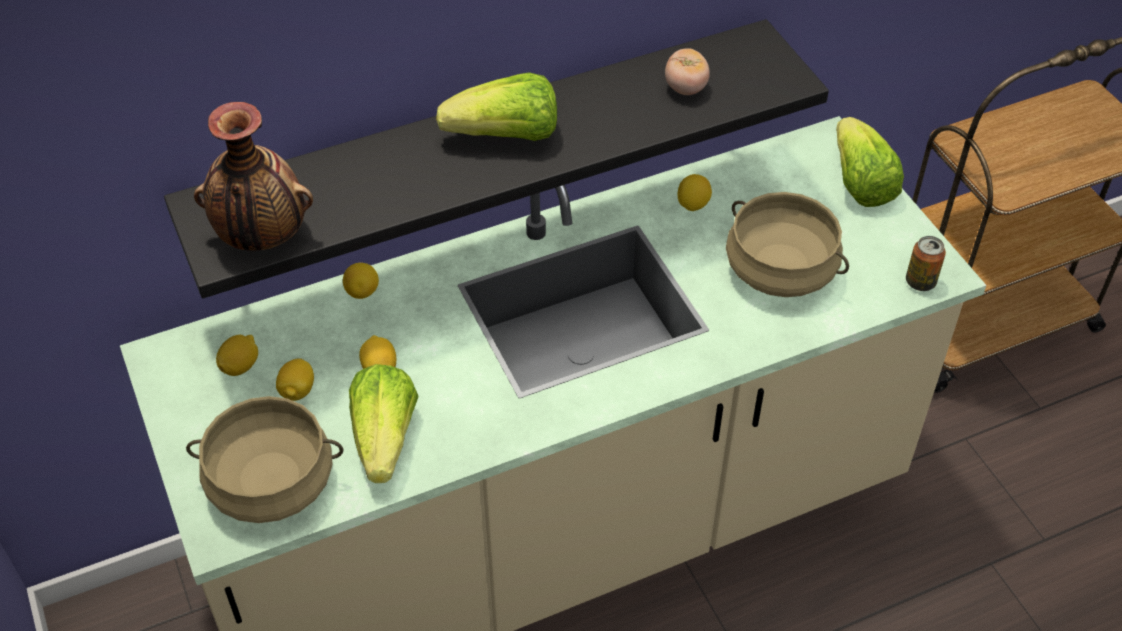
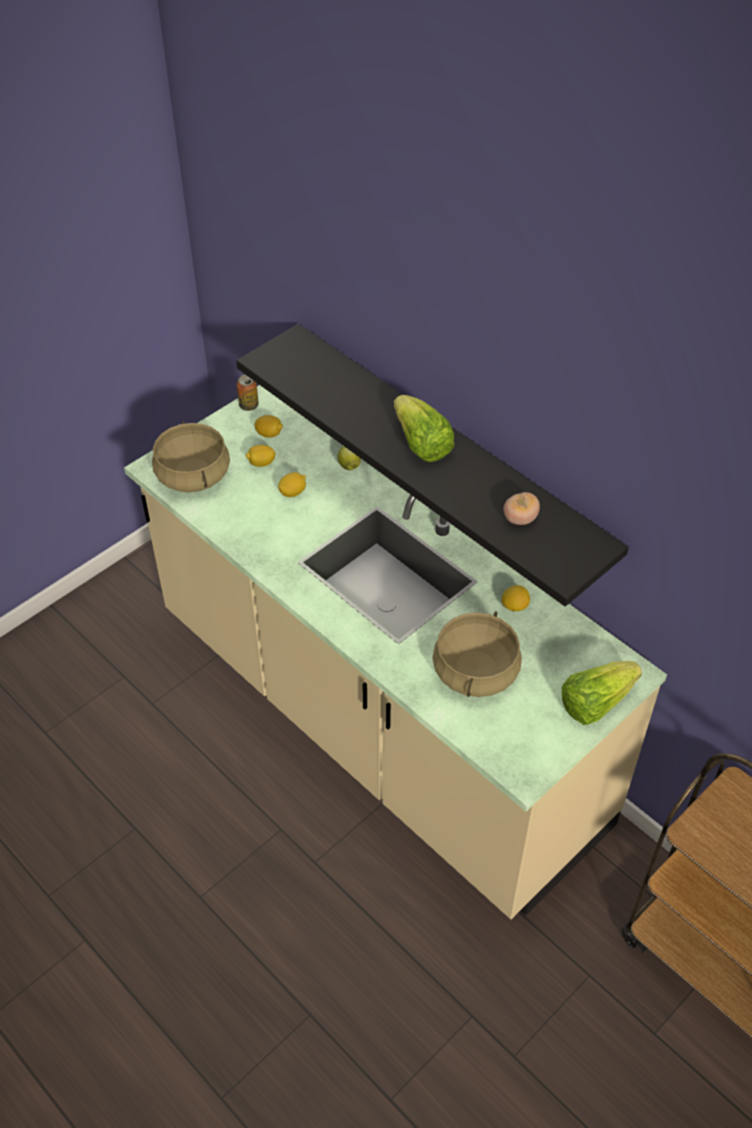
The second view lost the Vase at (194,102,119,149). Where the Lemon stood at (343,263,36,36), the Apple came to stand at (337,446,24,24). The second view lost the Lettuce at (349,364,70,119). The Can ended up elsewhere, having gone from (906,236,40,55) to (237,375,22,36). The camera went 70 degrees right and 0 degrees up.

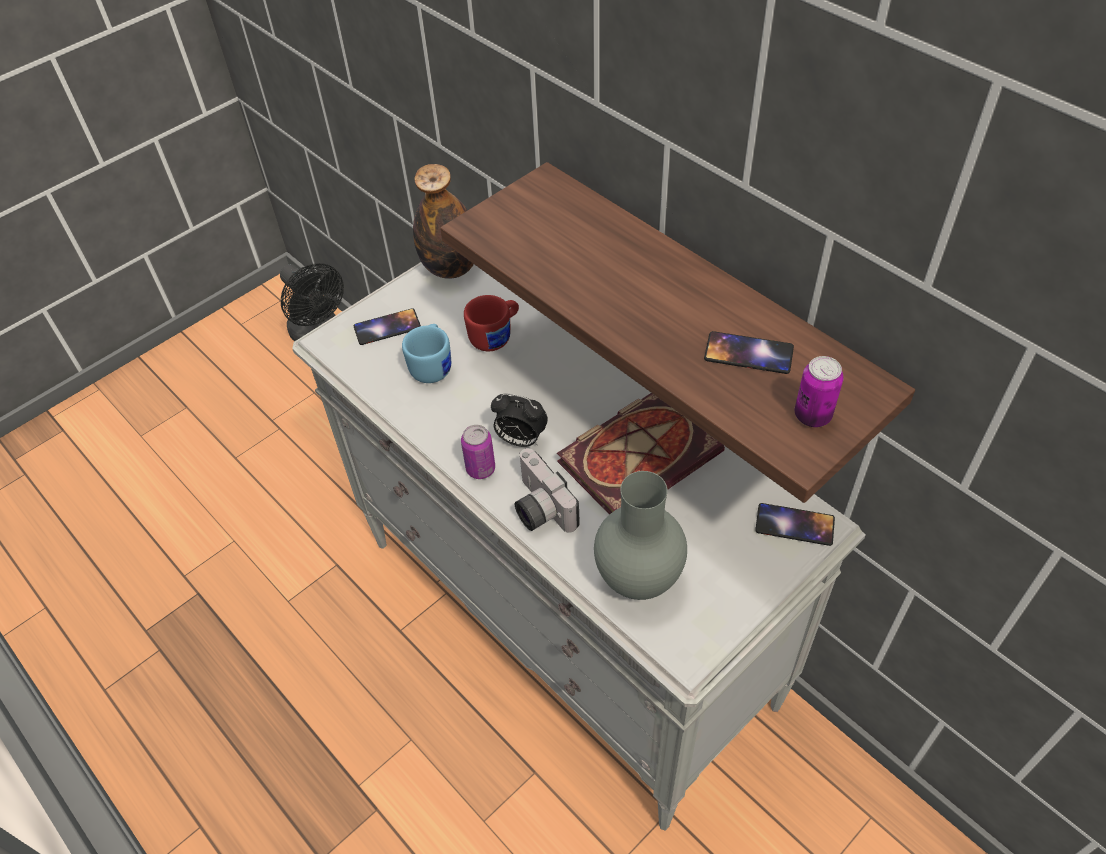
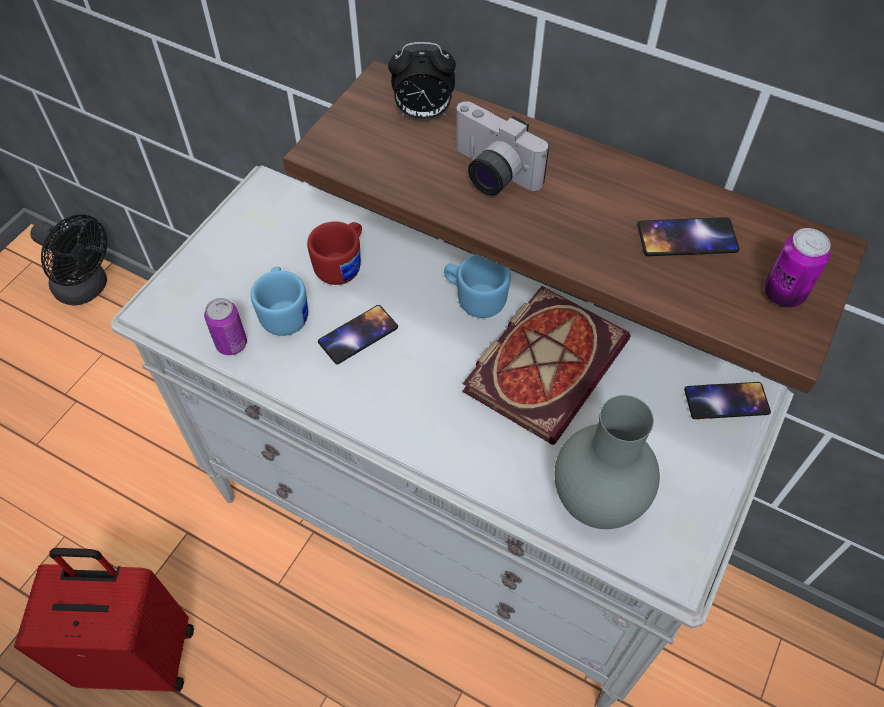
The Phone ended up elsewhere, having gone from (354,308,67,37) to (318,305,80,59). The second view lost the Bottle at (413,164,61,115). The Can ended up elsewhere, having gone from (461,425,34,54) to (204,298,43,57). The AlarmClock ended up elsewhere, having gone from (491,393,57,54) to (388,42,68,77). The PhotoCamera ended up elsewhere, having gone from (515,448,65,85) to (454,101,95,95). The second view gained the RedSuitcase at (14,548,180,144). The second view gained the BlueMug at (444,254,67,64). The camera went 20 degrees left and 5 degrees up.

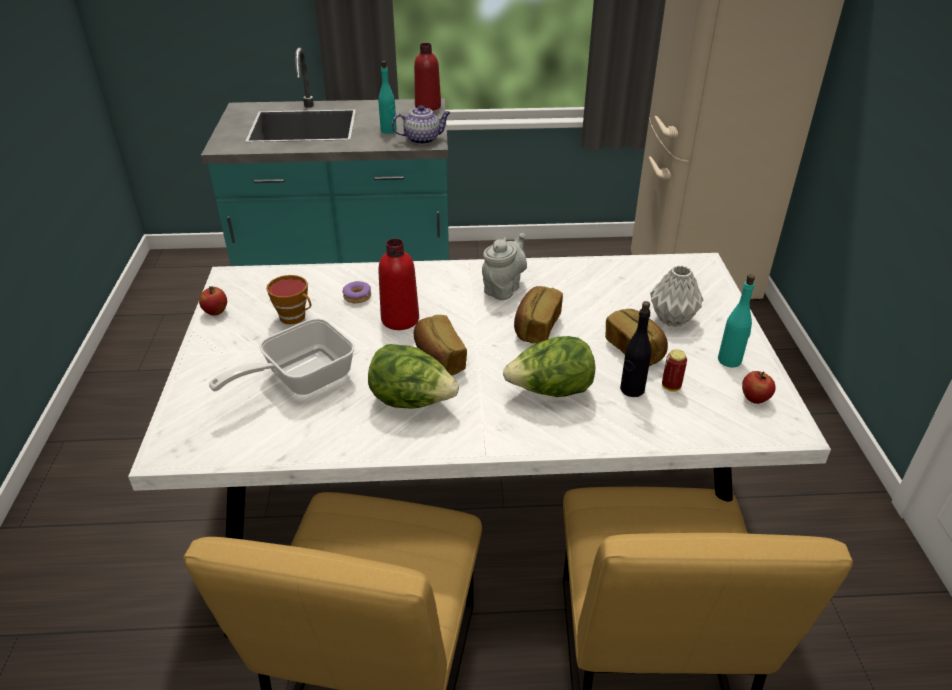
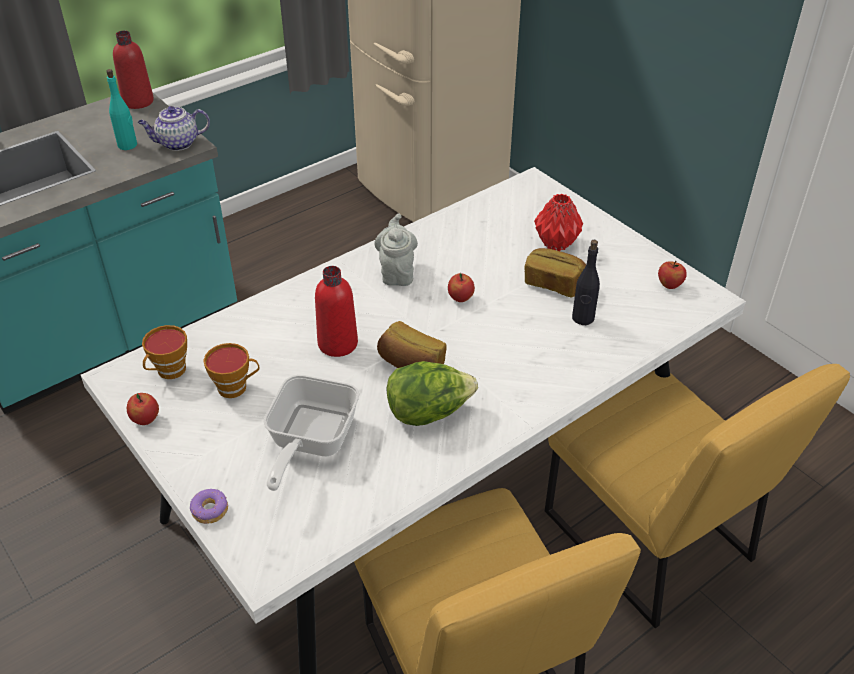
The Donut ended up elsewhere, having gone from (343,281,28,22) to (190,489,38,35). The Teapot at (392,105,59,39) ended up facing another way, 150 degrees counterclockwise from before. The second view lost the Lettuce at (503,336,92,61). Where the Bread stood at (514,286,49,58), the Apple came to stand at (448,273,27,29). What was the GreyVase at (650,265,53,62) turned into the RedVase at (534,194,49,57). The second view lost the Can at (662,349,25,43). The second view lost the TurquoiseBottle at (718,274,37,94). The second view gained the Cup at (142,325,45,54). The camera went 35 degrees left and 5 degrees up.

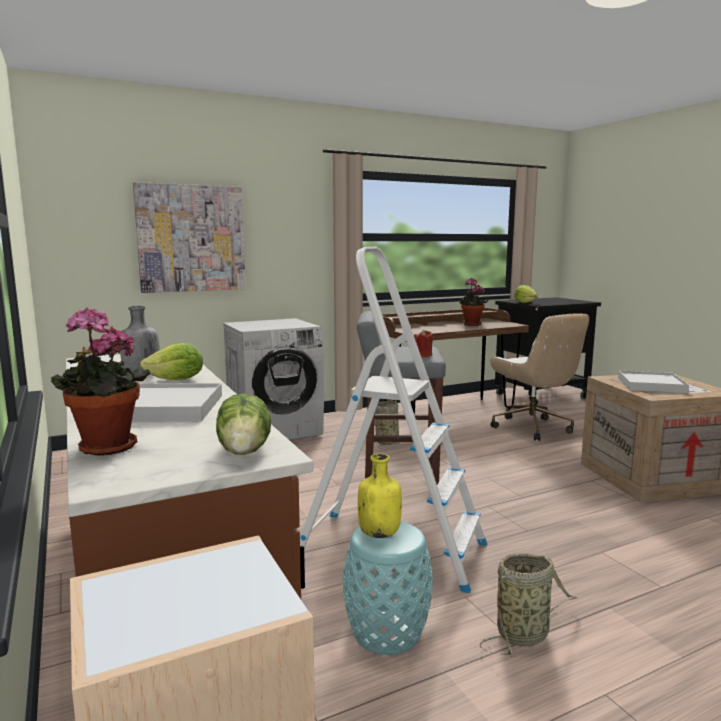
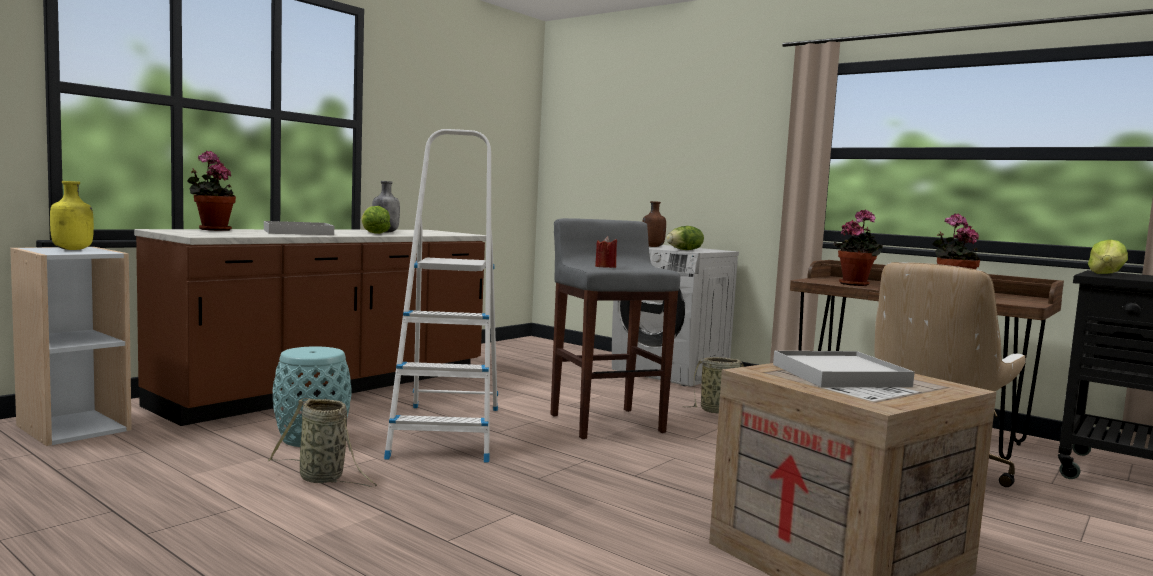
The second view lost the Picture at (133,182,113,111). The Lettuce ended up elsewhere, having gone from (216,393,55,62) to (666,226,38,24). The YellowBottle ended up elsewhere, having gone from (358,454,44,84) to (50,181,44,69). The second view gained the BrownBottle at (642,201,24,46). The second view gained the PottedPlant at (833,209,50,77). The camera went 65 degrees right and 5 degrees down.

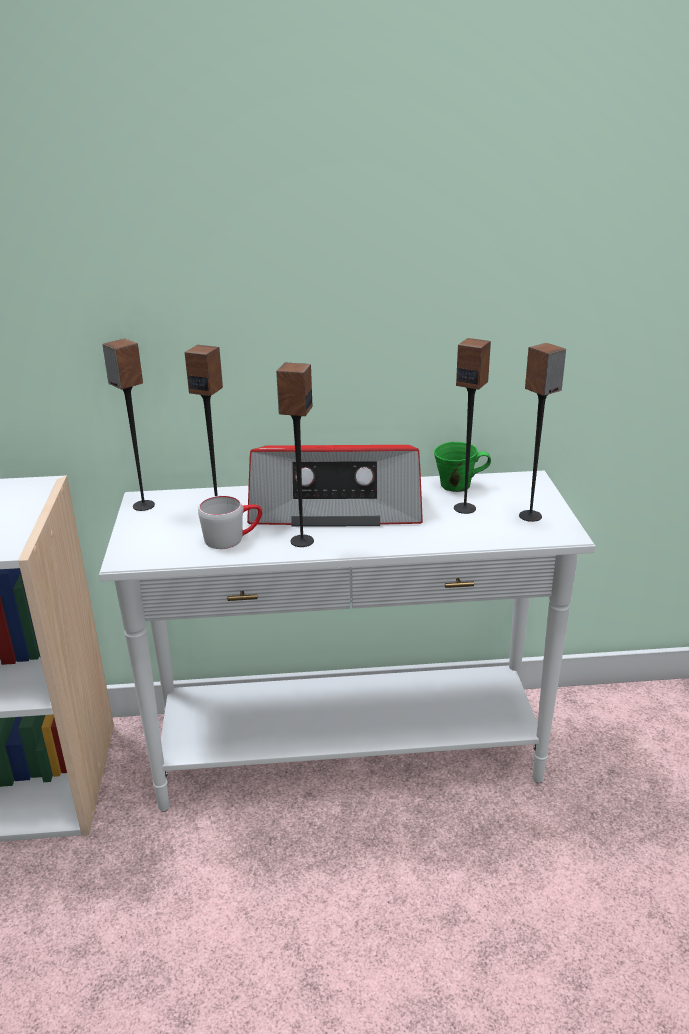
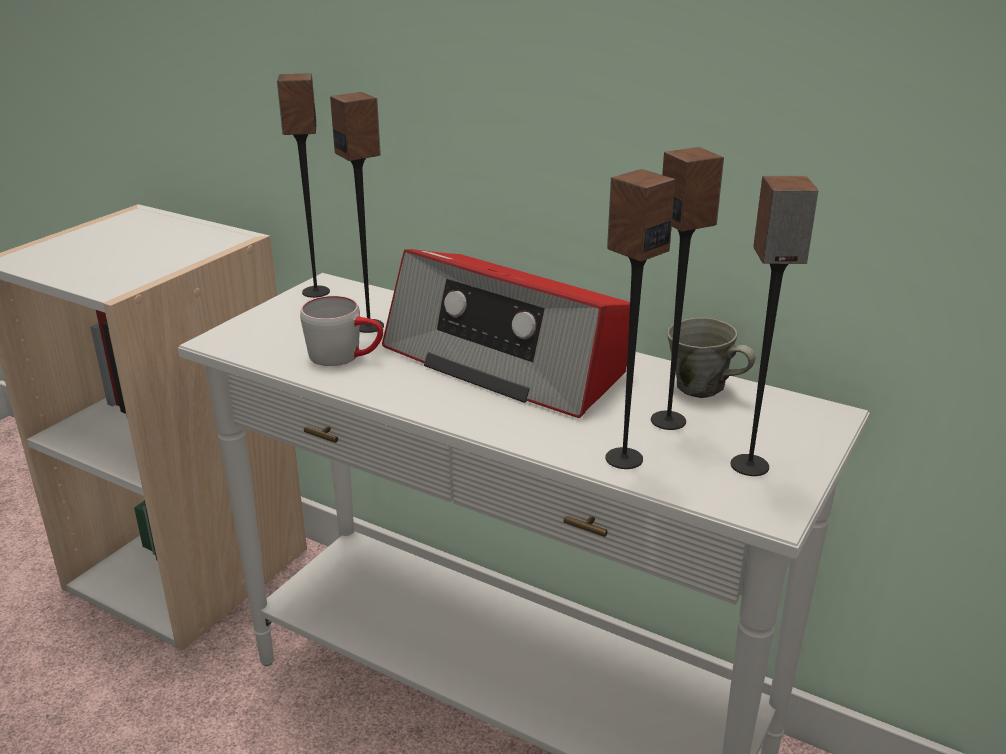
The Speaker ended up elsewhere, having gone from (276,363,38,184) to (605,169,71,300). What was the GreenMug at (434,442,57,50) turned into the GreyMug at (667,318,88,80). The camera went 35 degrees right and 0 degrees up.

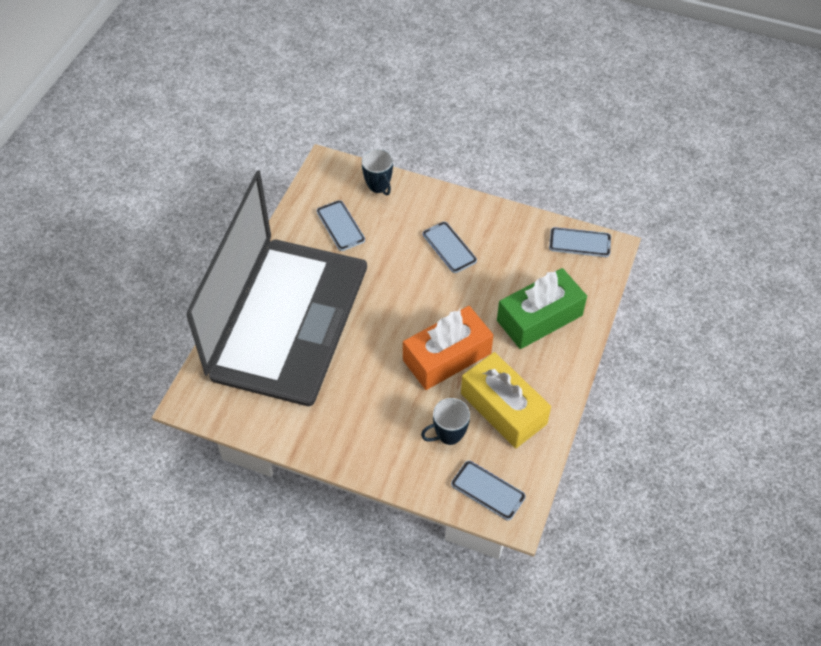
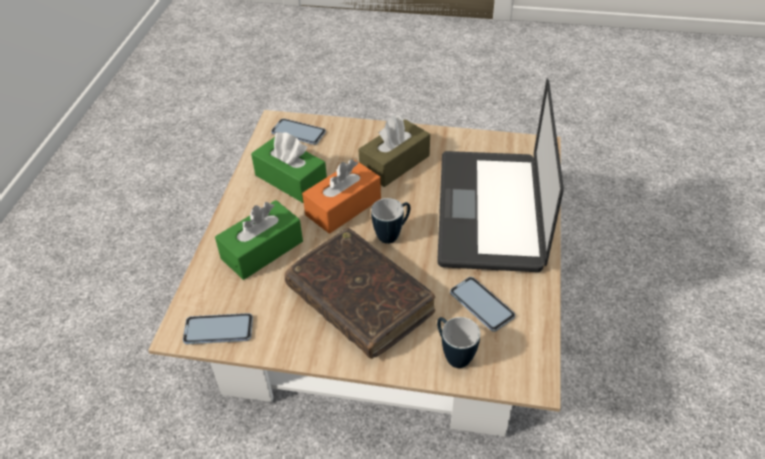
The Mug ended up elsewhere, having gone from (421,398,49,47) to (371,198,40,46). Where the Phone stood at (422,221,55,52), the BrownBook came to stand at (284,228,151,131). What was the YellowTissueBox at (461,352,90,96) turned into the GreenTissueBox at (251,132,76,71). The second view gained the BrownTissueBox at (358,115,72,72). The camera went 170 degrees right and 10 degrees down.

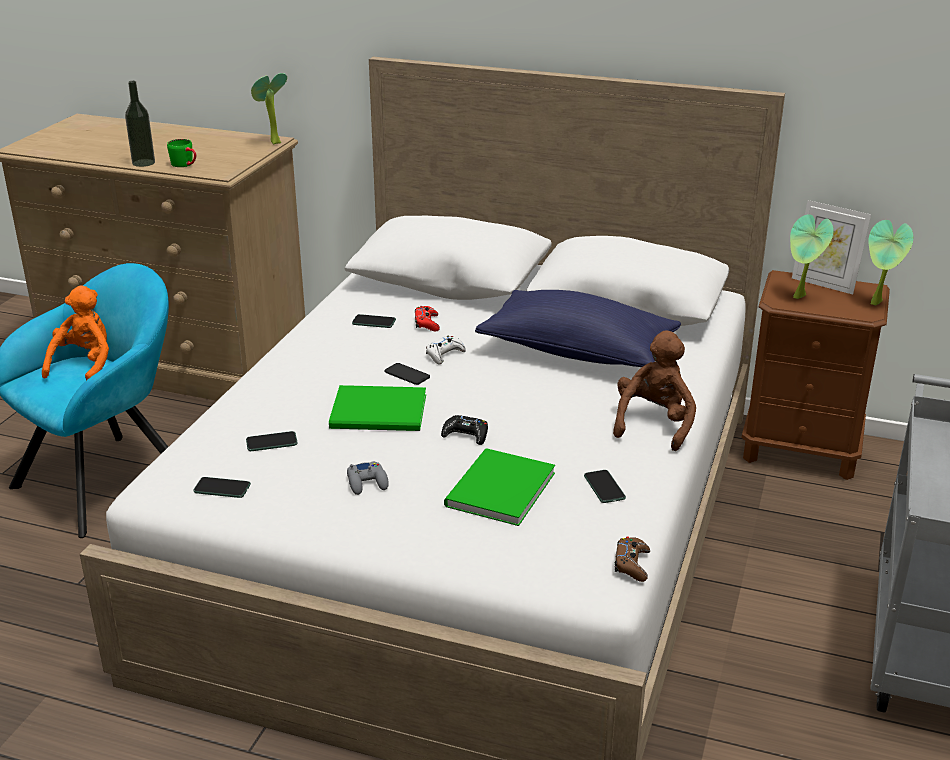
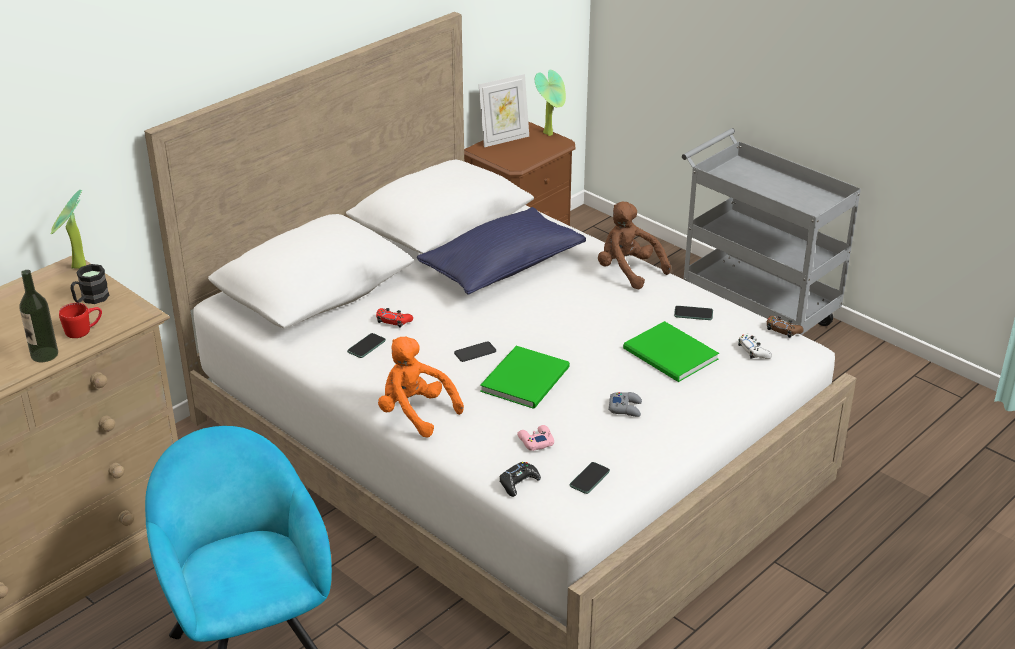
The OrangePlushToy ended up elsewhere, having gone from (42,285,67,95) to (378,336,86,101). What was the GreenMug at (167,139,29,28) turned into the RedMug at (59,303,43,35). Where the Phone stood at (246,431,52,20), the PinkGameController came to stand at (517,425,37,26). The WhiteGameController ended up elsewhere, having gone from (426,336,40,28) to (738,333,34,26). The BlackGameController ended up elsewhere, having gone from (441,415,47,30) to (499,462,42,35). The second view lost the PottedPlant at (790,214,44,85). The second view gained the BlackMug at (71,264,39,40). The camera went 65 degrees left and 5 degrees up.

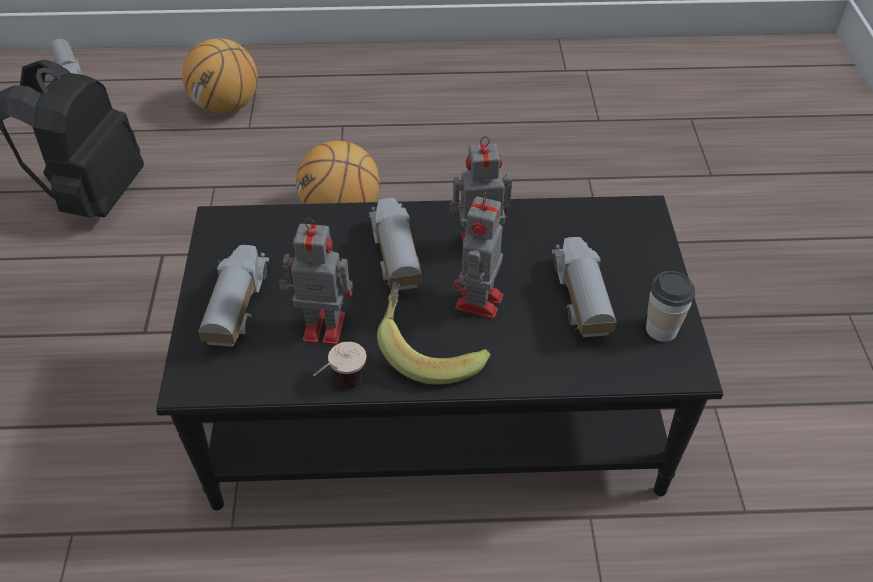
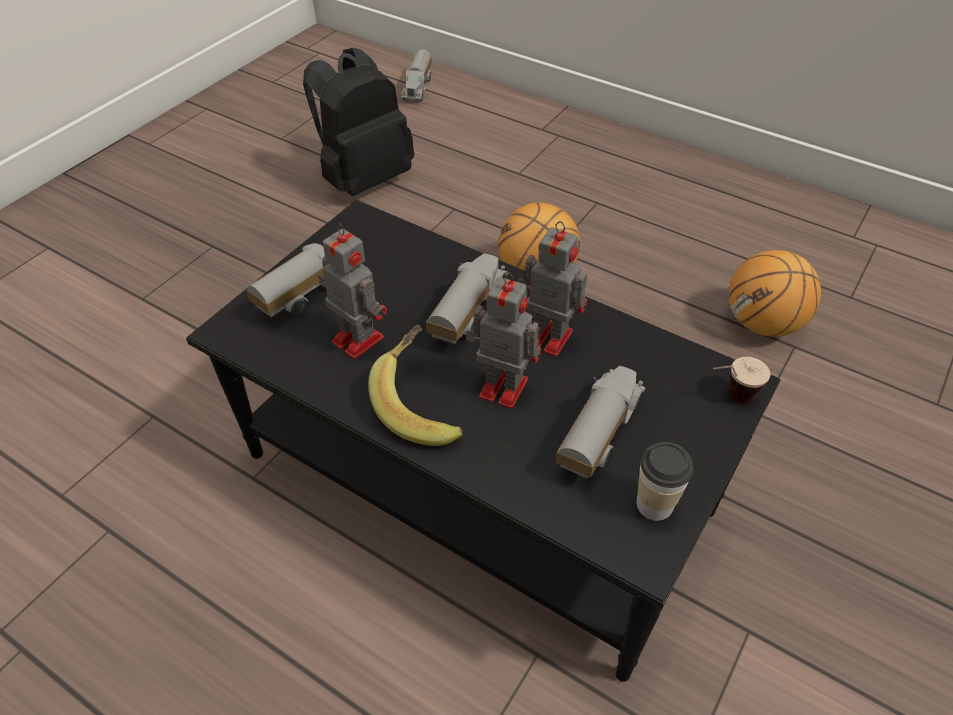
The Basketball ended up elsewhere, having gone from (182,38,76,75) to (729,250,92,87). The Cup ended up elsewhere, having gone from (313,342,53,47) to (713,357,57,47). The ToyRobot at (454,192,49,127) ended up facing another way, 60 degrees clockwise from before. The camera went 35 degrees right and 0 degrees up.

